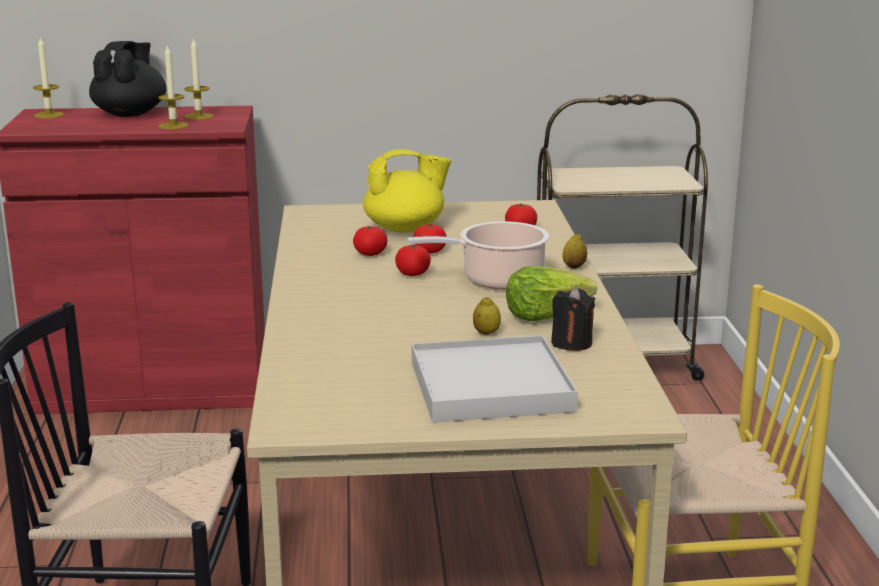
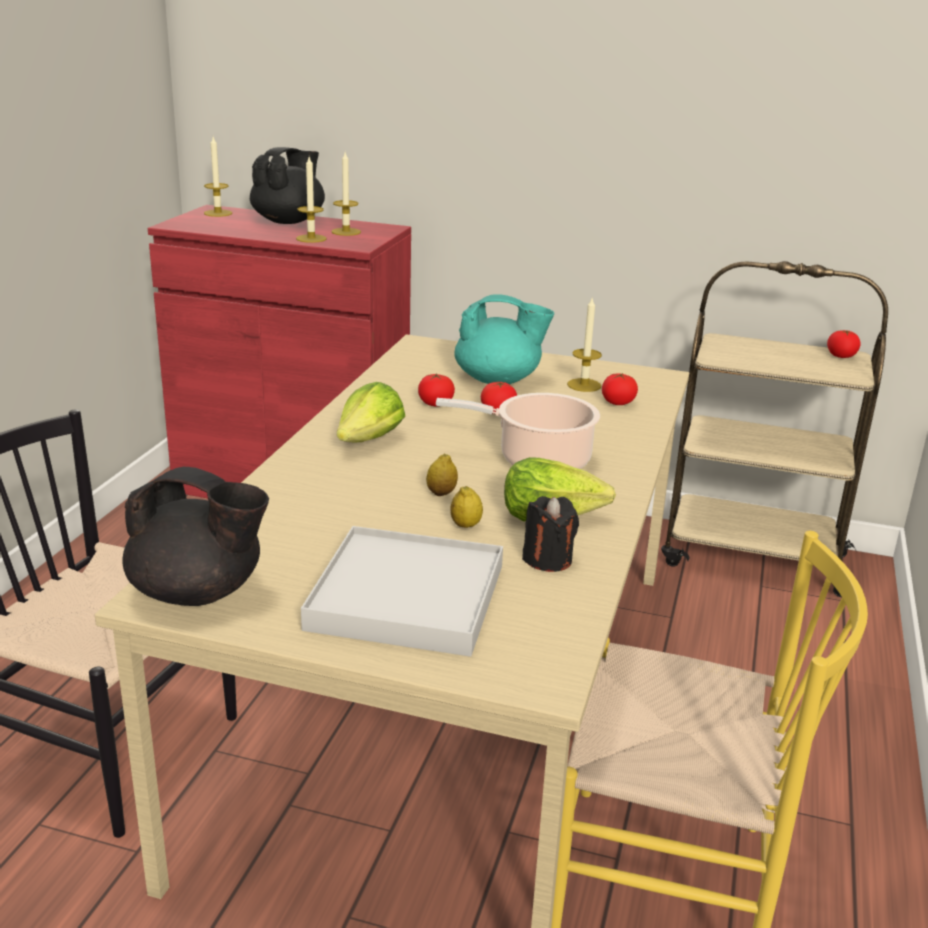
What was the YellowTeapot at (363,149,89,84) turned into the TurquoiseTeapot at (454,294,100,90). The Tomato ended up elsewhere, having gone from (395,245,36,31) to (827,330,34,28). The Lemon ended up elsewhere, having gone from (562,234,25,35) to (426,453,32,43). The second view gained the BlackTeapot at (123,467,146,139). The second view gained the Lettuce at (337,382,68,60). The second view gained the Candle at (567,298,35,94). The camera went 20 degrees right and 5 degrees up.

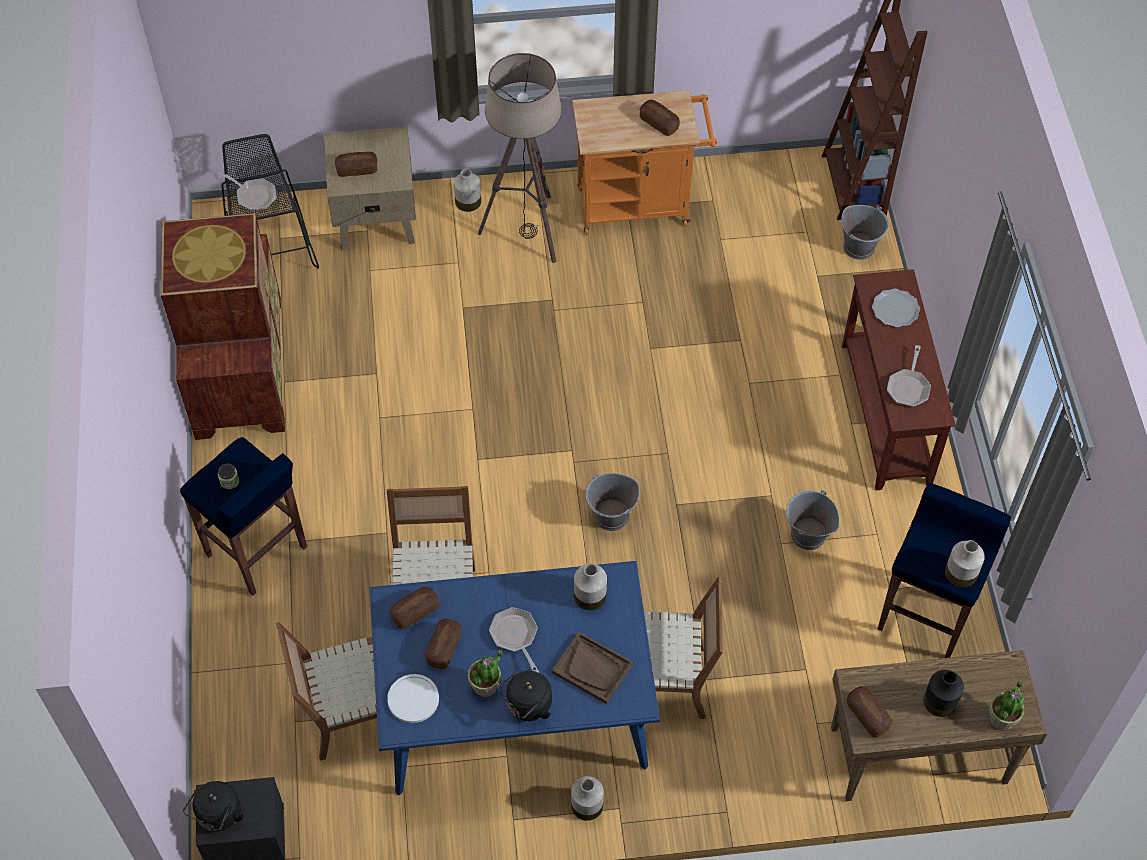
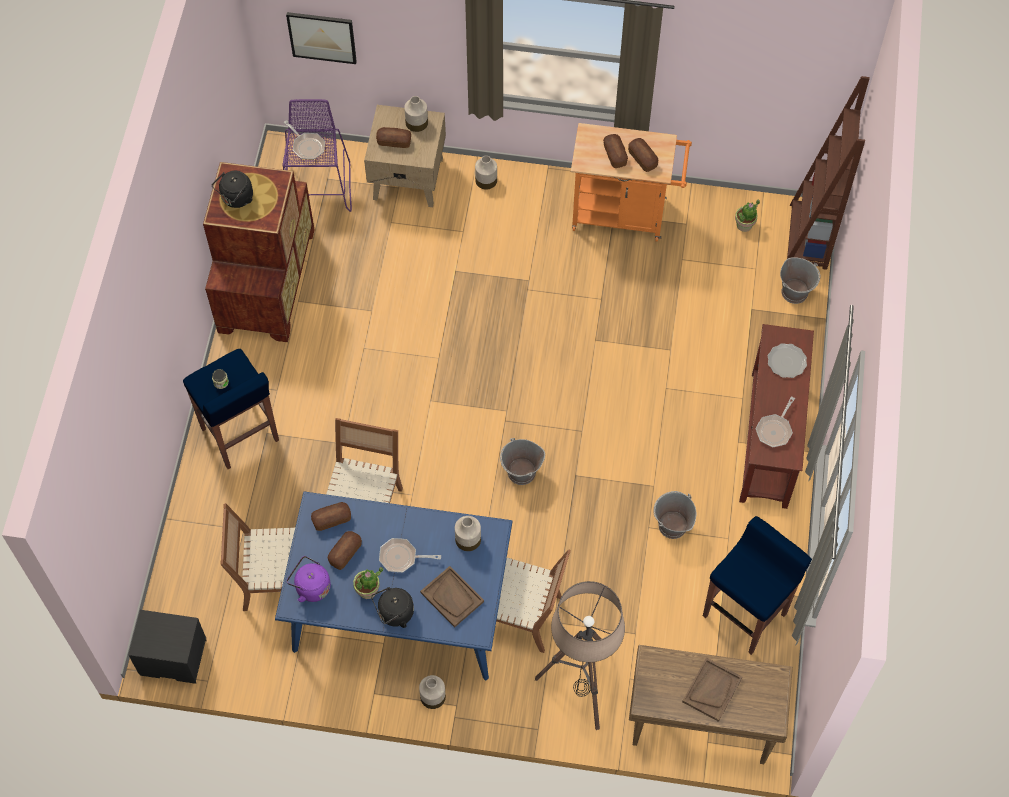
The BlackKettle ended up elsewhere, having gone from (183,781,61,51) to (212,171,41,37). What was the BlackStool at (222,134,97,135) turned into the PurpleStool at (282,99,70,113). Where the WhitePlate stood at (387,674,52,49), the PurpleKettle came to stand at (287,556,44,46). The FloorLamp ended up elsewhere, having gone from (478,53,84,210) to (535,581,90,149). The FryingPan at (489,607,50,66) ended up facing another way, 75 degrees counterclockwise from before. The Bread ended up elsewhere, having gone from (847,686,45,52) to (603,134,25,34). Where the BlackVase stood at (923,670,41,47), the BrownTray came to stand at (682,658,60,64). The BeigeVase ended up elsewhere, having gone from (945,540,40,47) to (404,96,24,36). The PottedPlant ended up elsewhere, having gone from (989,681,36,49) to (735,200,25,32). The second view gained the Picture at (286,12,71,52). The camera went 15 degrees right and 5 degrees up.

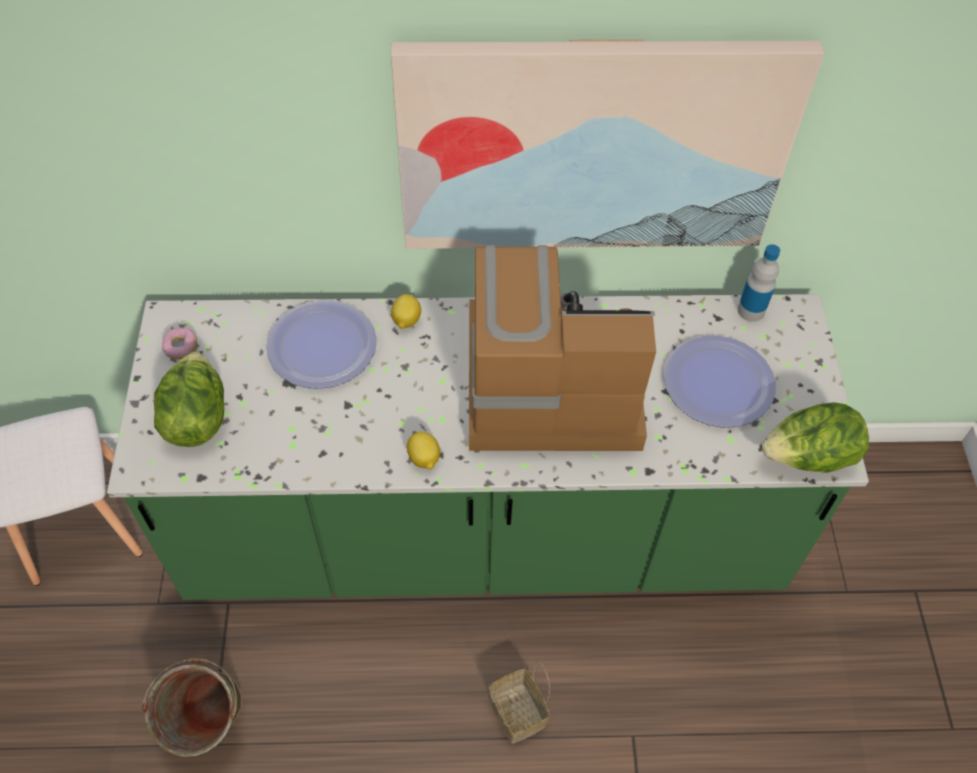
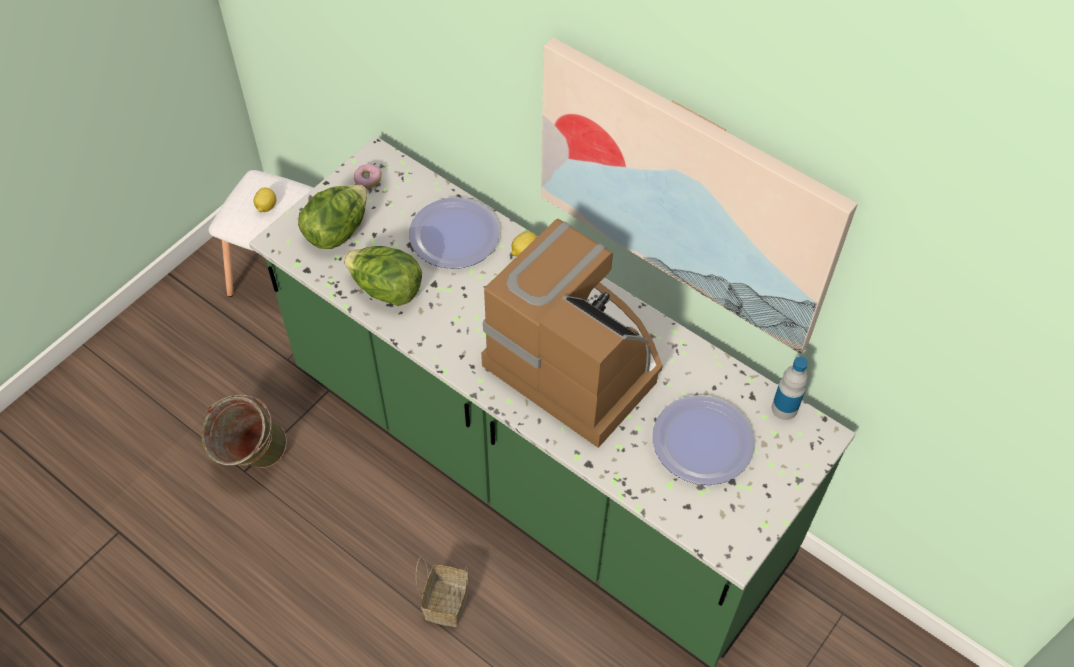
The Lemon ended up elsewhere, having gone from (407,432,33,38) to (254,187,22,25). The Lettuce ended up elsewhere, having gone from (762,402,107,71) to (343,246,79,60). The camera went 40 degrees right and 0 degrees up.

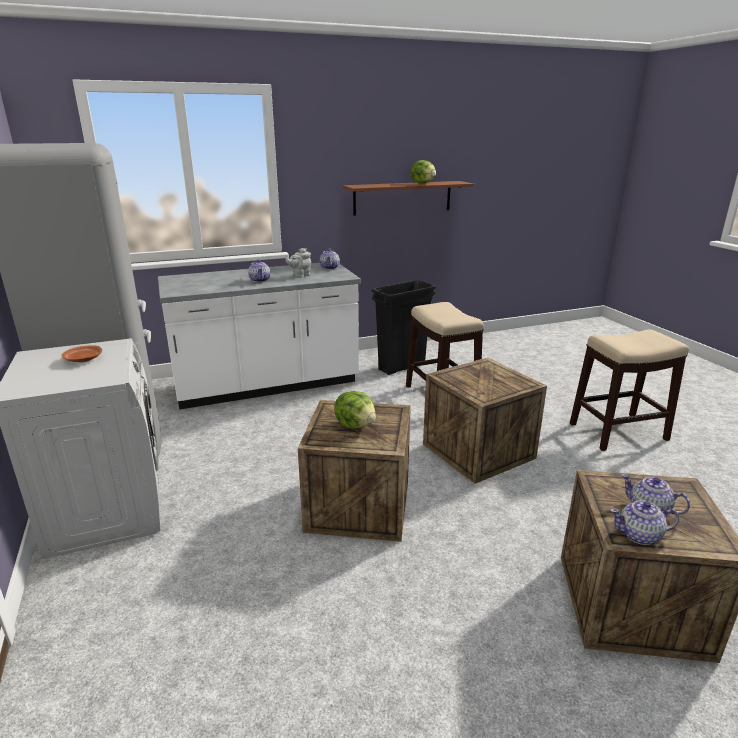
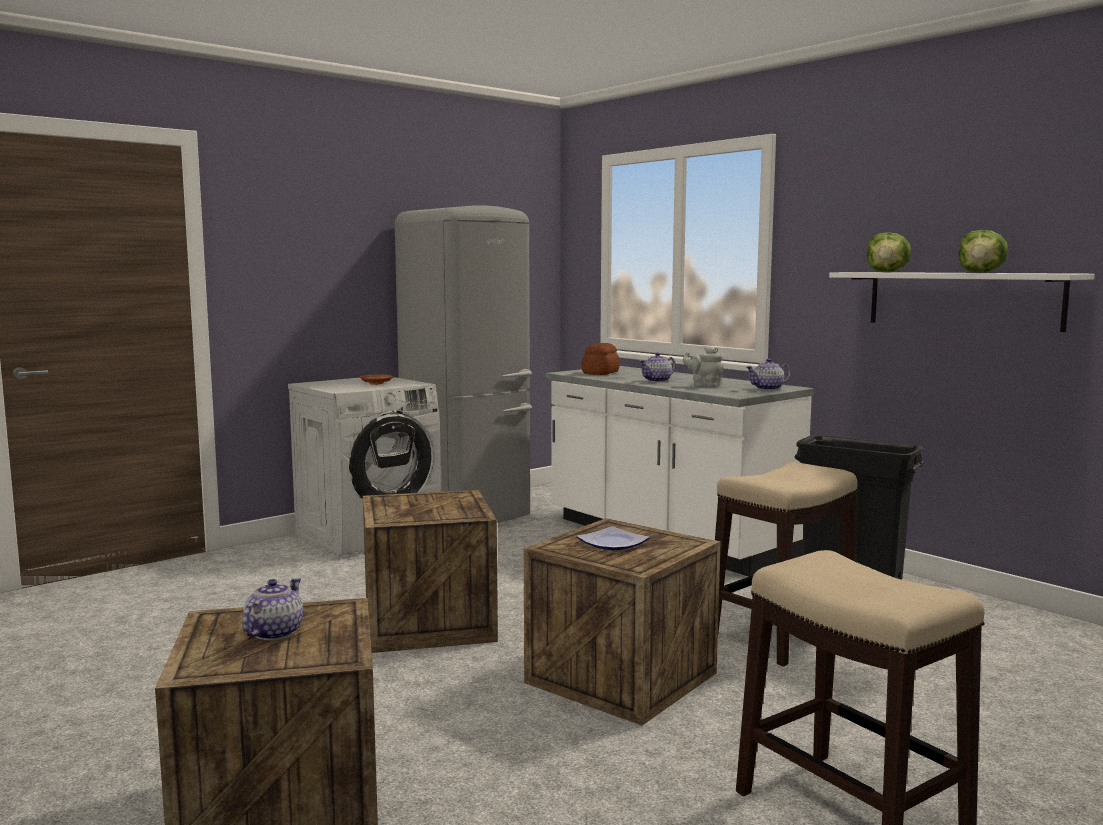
The Lettuce ended up elsewhere, having gone from (334,391,42,38) to (867,232,44,40). What was the BrownShelf at (342,181,132,35) turned into the WhiteShelf at (829,272,266,60). The second view lost the Teapot at (610,500,69,45). The second view gained the Plate at (577,526,73,24). The second view gained the Bread at (581,343,39,32). The camera went 70 degrees right and 15 degrees down.

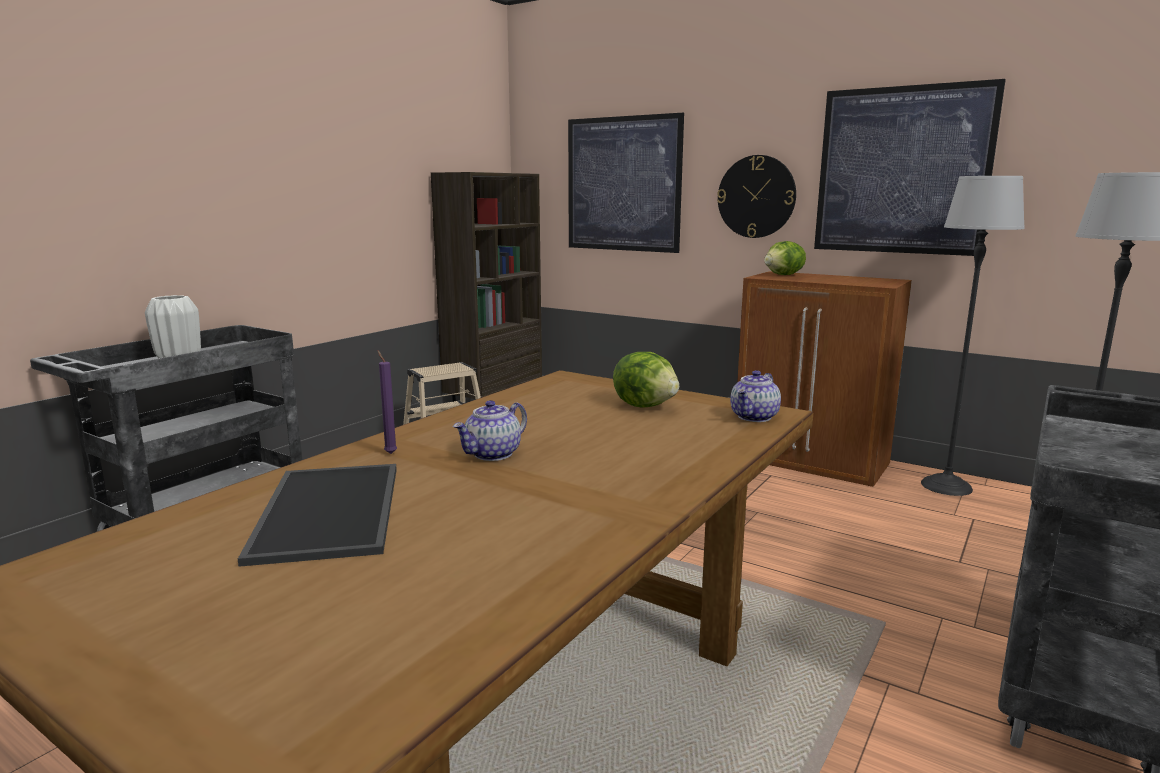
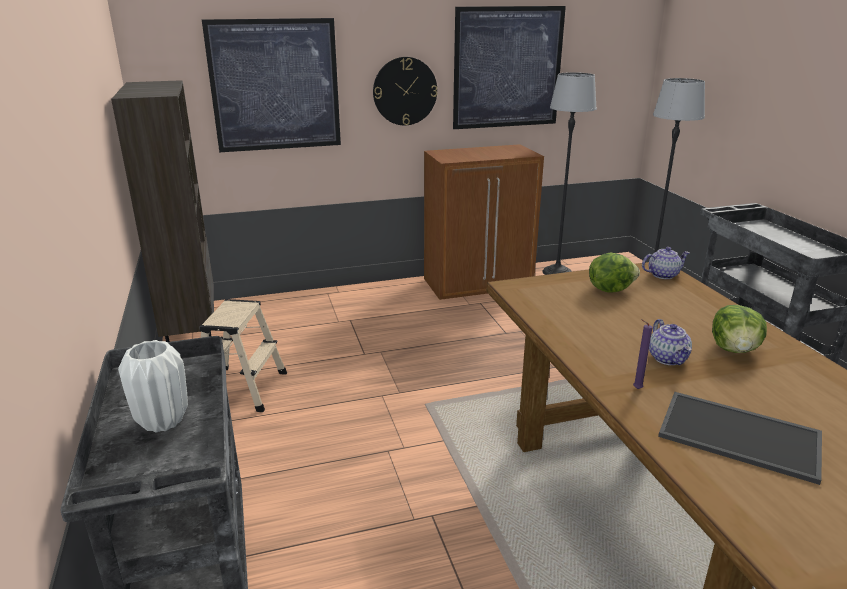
The Teapot at (730,370,51,52) ended up facing another way, 90 degrees counterclockwise from before. The Lettuce ended up elsewhere, having gone from (764,241,42,34) to (712,305,55,48). The camera went 50 degrees left and 10 degrees up.

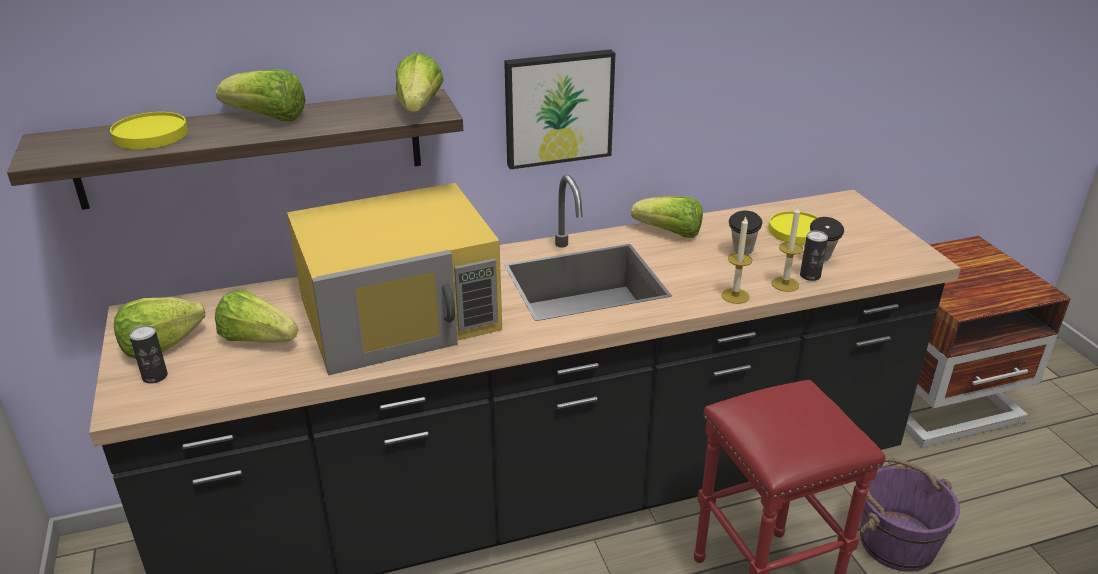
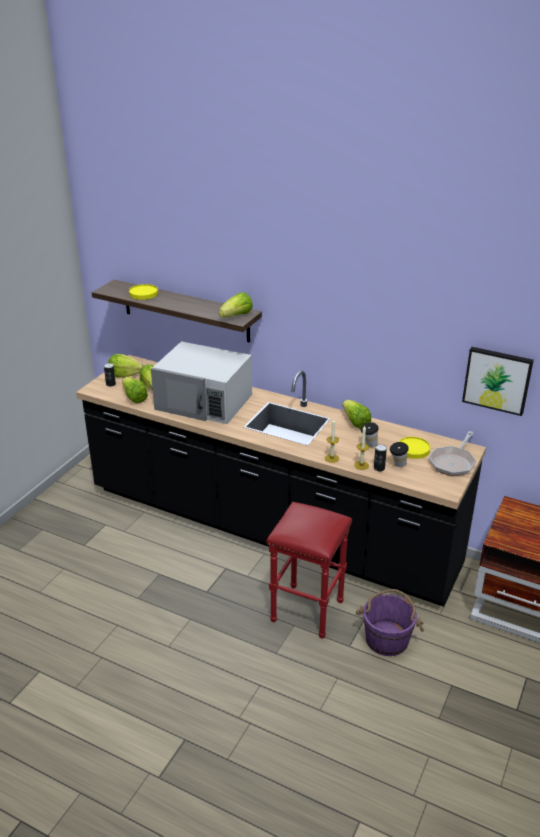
The Lettuce ended up elsewhere, having gone from (216,69,90,52) to (122,377,26,26). What was the YellowMicrowave at (287,183,215,193) turned into the WhiteMicrowave at (151,341,101,83). The Picture ended up elsewhere, having gone from (504,49,111,121) to (462,347,72,69). The second view gained the FryingPan at (429,431,47,45). The camera went 45 degrees right and 0 degrees up.

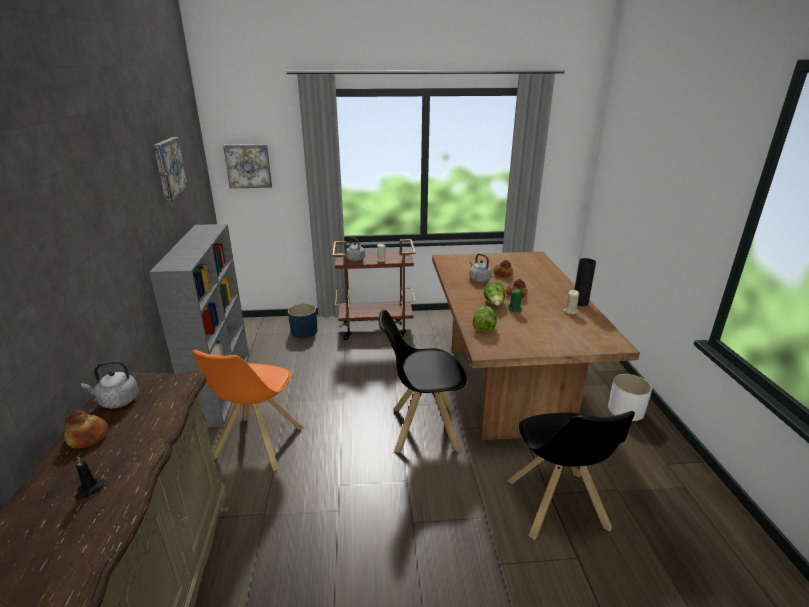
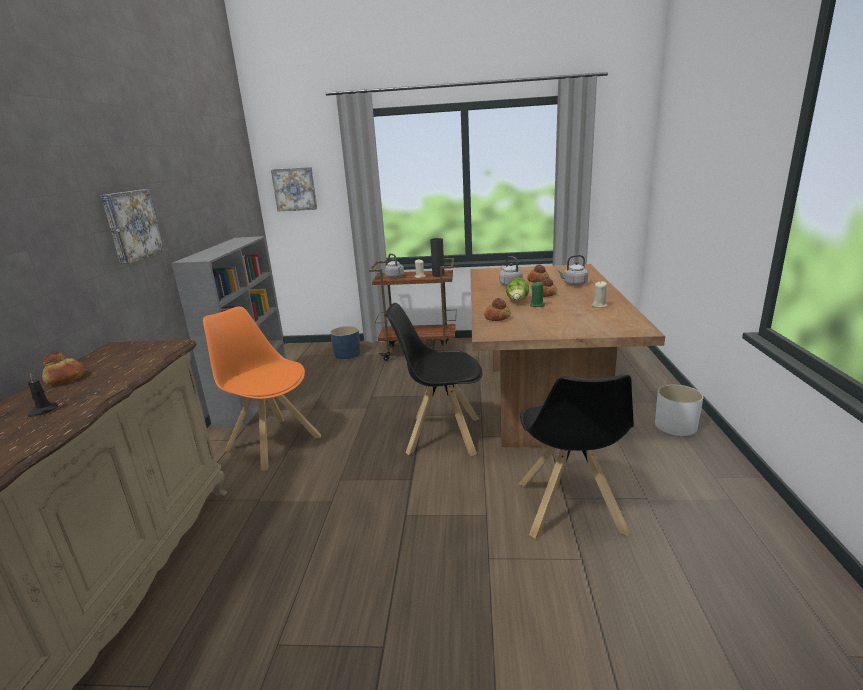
The GreyKettle ended up elsewhere, having gone from (81,361,58,48) to (557,255,31,31). The Picture ended up elsewhere, having gone from (154,137,35,64) to (101,189,64,75). The OrangeChair at (192,350,112,121) ended up facing another way, 105 degrees clockwise from before. Where the Lettuce stood at (473,306,24,27), the Bread came to stand at (484,298,27,23). The BlackVase ended up elsewhere, having gone from (574,258,22,48) to (430,238,15,39). The camera went 10 degrees right and 5 degrees down.

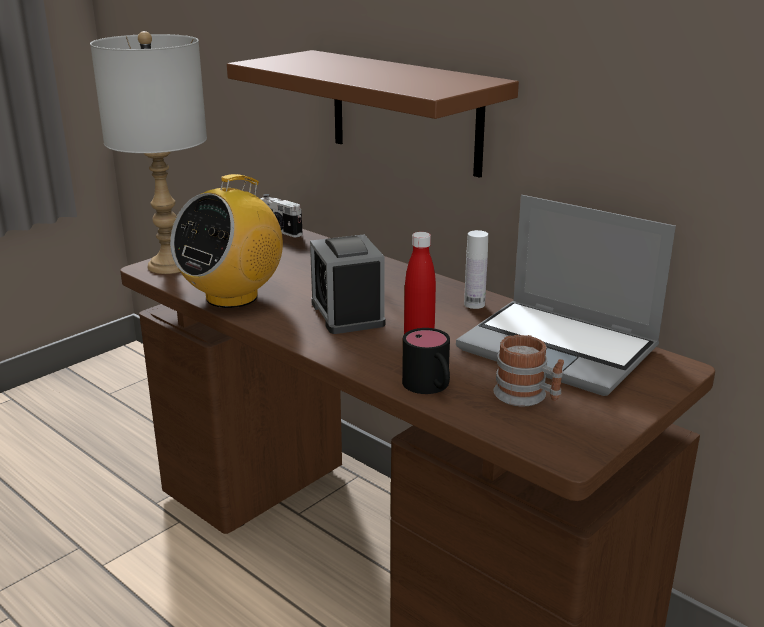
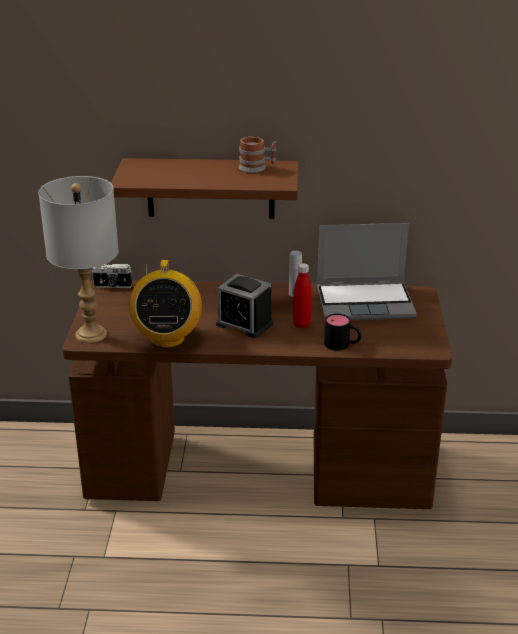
The Mug ended up elsewhere, having gone from (493,335,71,71) to (239,136,37,37). The camera went 40 degrees left and 5 degrees up.

